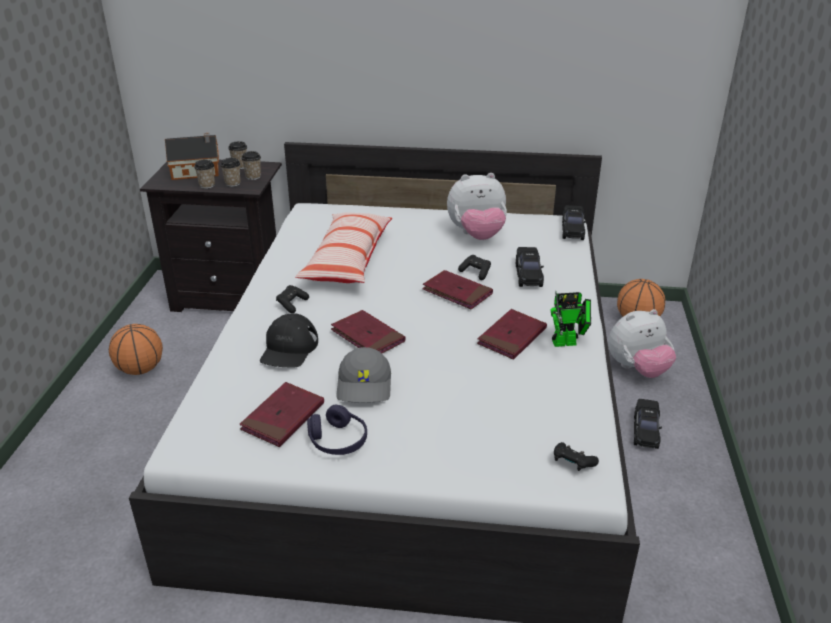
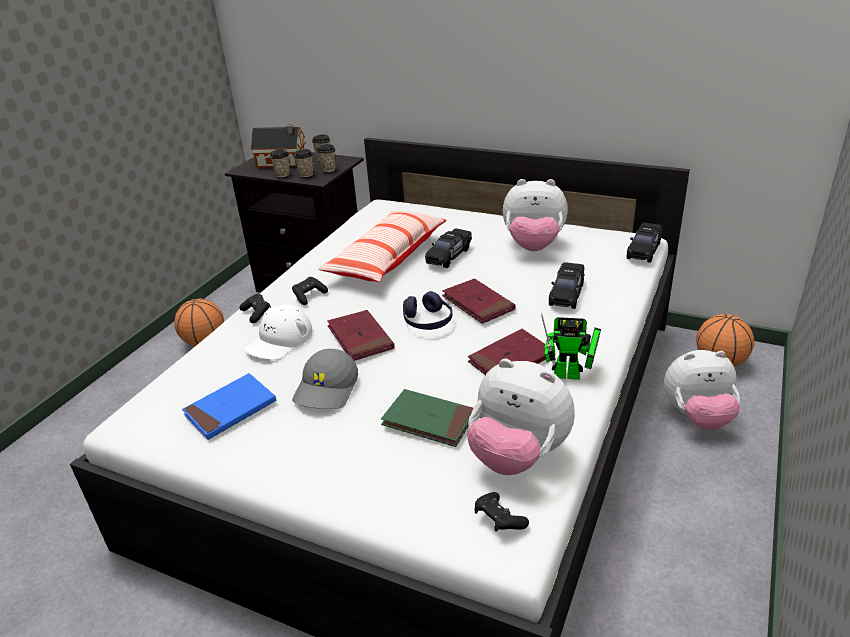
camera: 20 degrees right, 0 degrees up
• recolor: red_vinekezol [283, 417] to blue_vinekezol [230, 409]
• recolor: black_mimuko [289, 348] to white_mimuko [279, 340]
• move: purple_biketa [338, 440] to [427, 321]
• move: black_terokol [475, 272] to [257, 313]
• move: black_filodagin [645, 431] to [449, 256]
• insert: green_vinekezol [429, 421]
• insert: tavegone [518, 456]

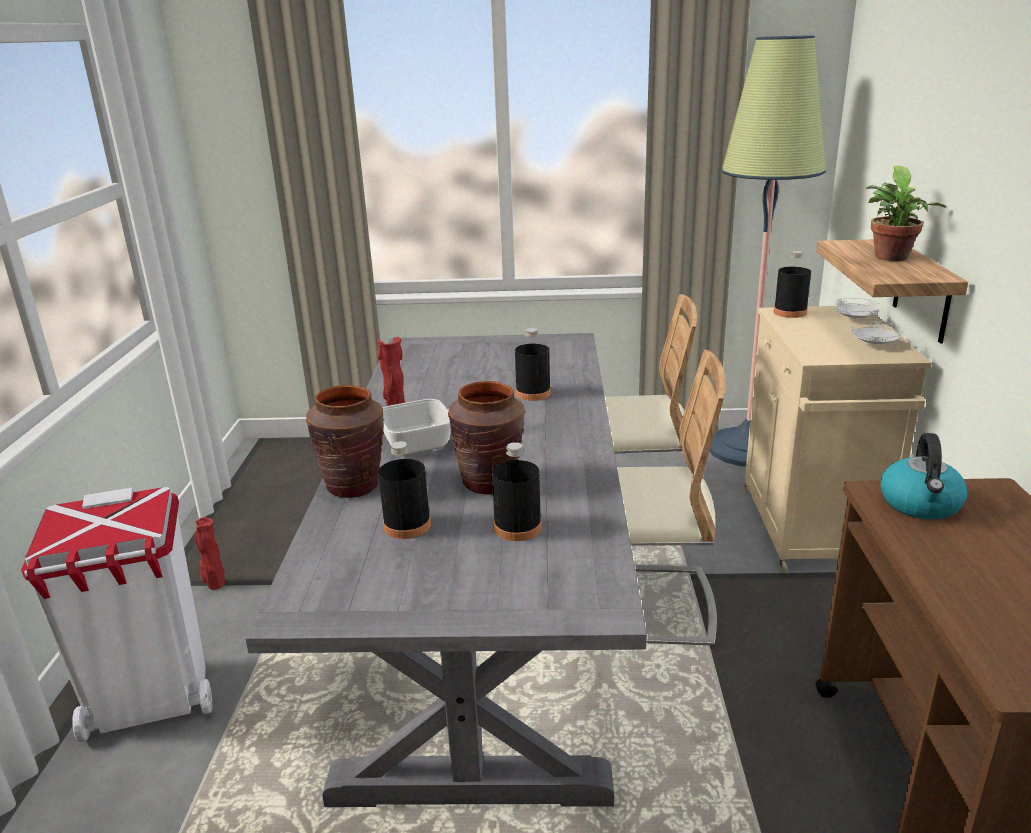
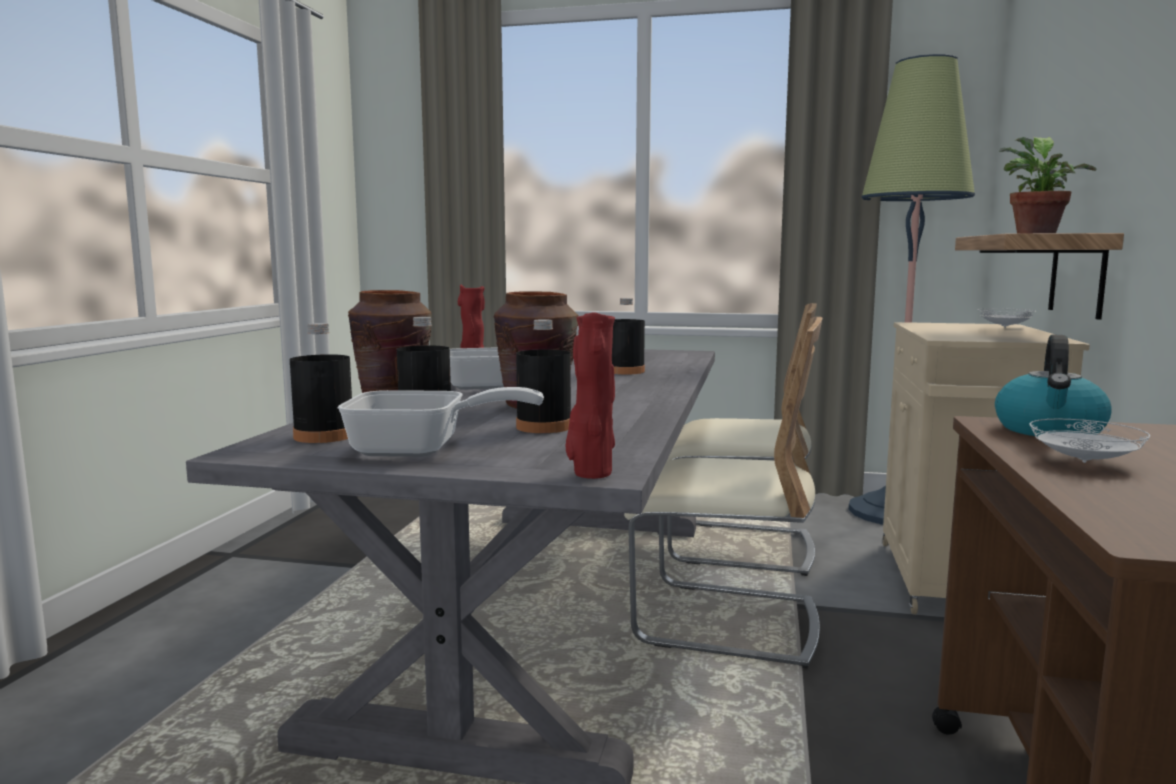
camera: 10 degrees right, 15 degrees down
• delete: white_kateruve [152, 700]
• move: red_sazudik [215, 585] to [590, 474]
• move: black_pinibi [790, 312] to [324, 436]
• move: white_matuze [874, 344] to [1085, 462]
• insert: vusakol [421, 450]

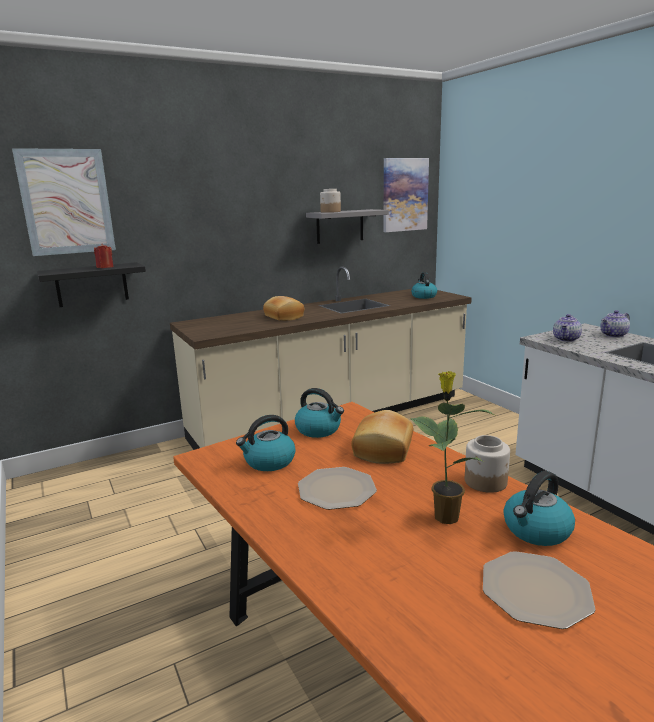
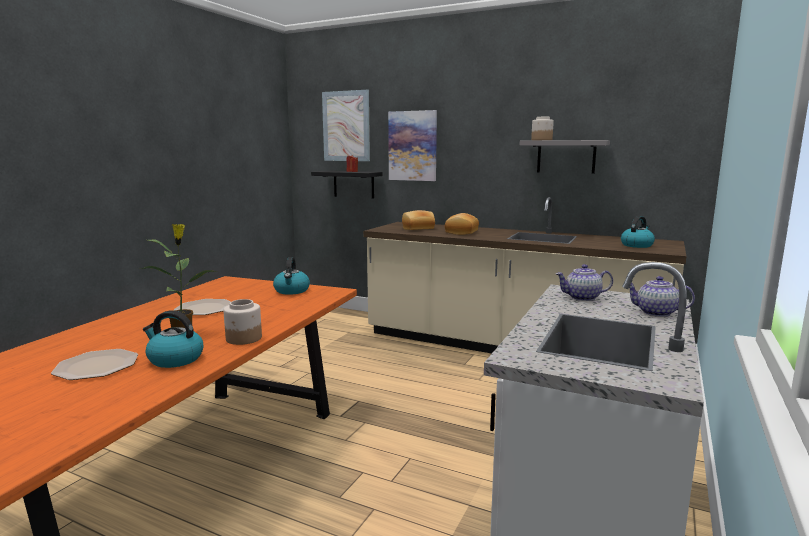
camera: 55 degrees right, 5 degrees down
• delete: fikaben [269, 462]
• move: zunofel [384, 450] to [418, 228]
• move: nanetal [404, 195] to [412, 146]

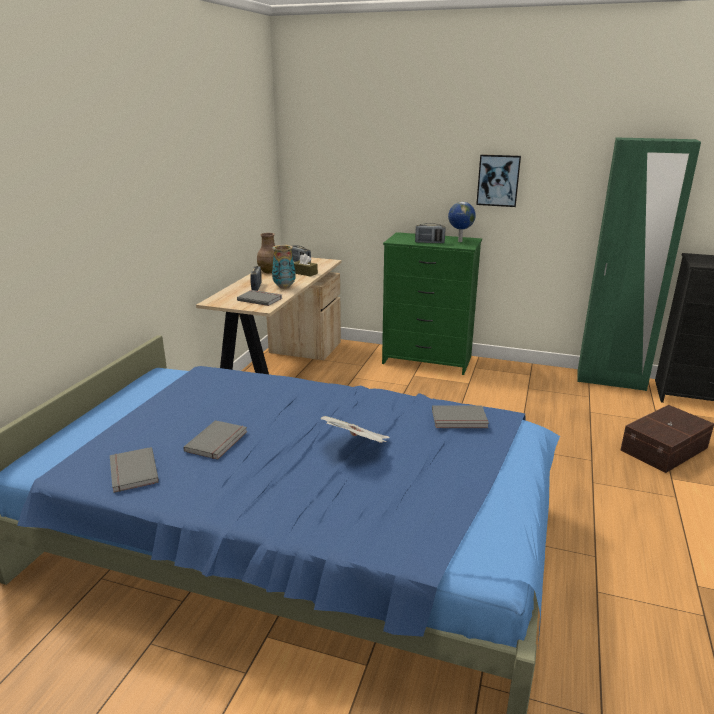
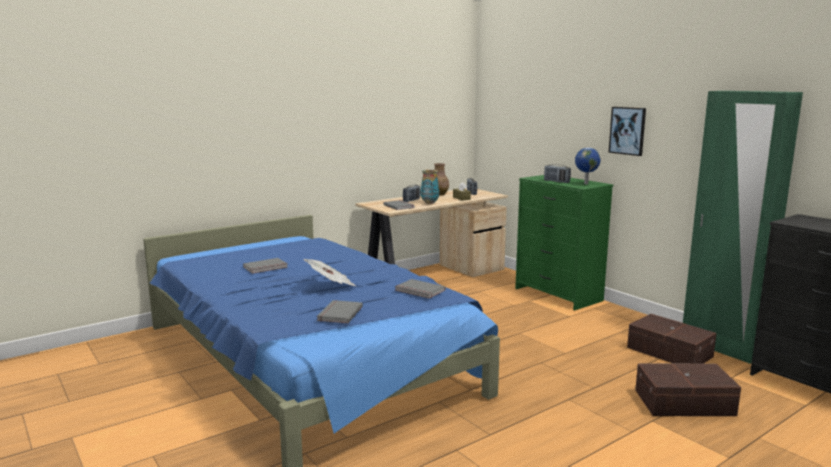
camera: 35 degrees right, 10 degrees down
• move: grey_vinekezol [131, 472] to [338, 313]
• insert: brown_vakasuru [669, 351]

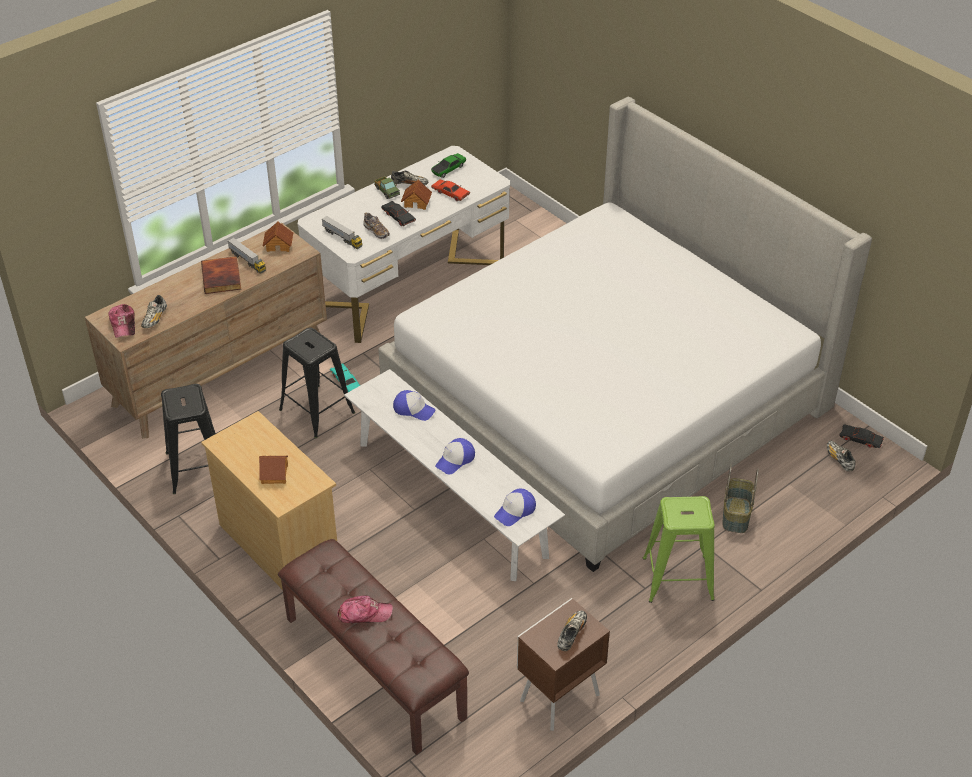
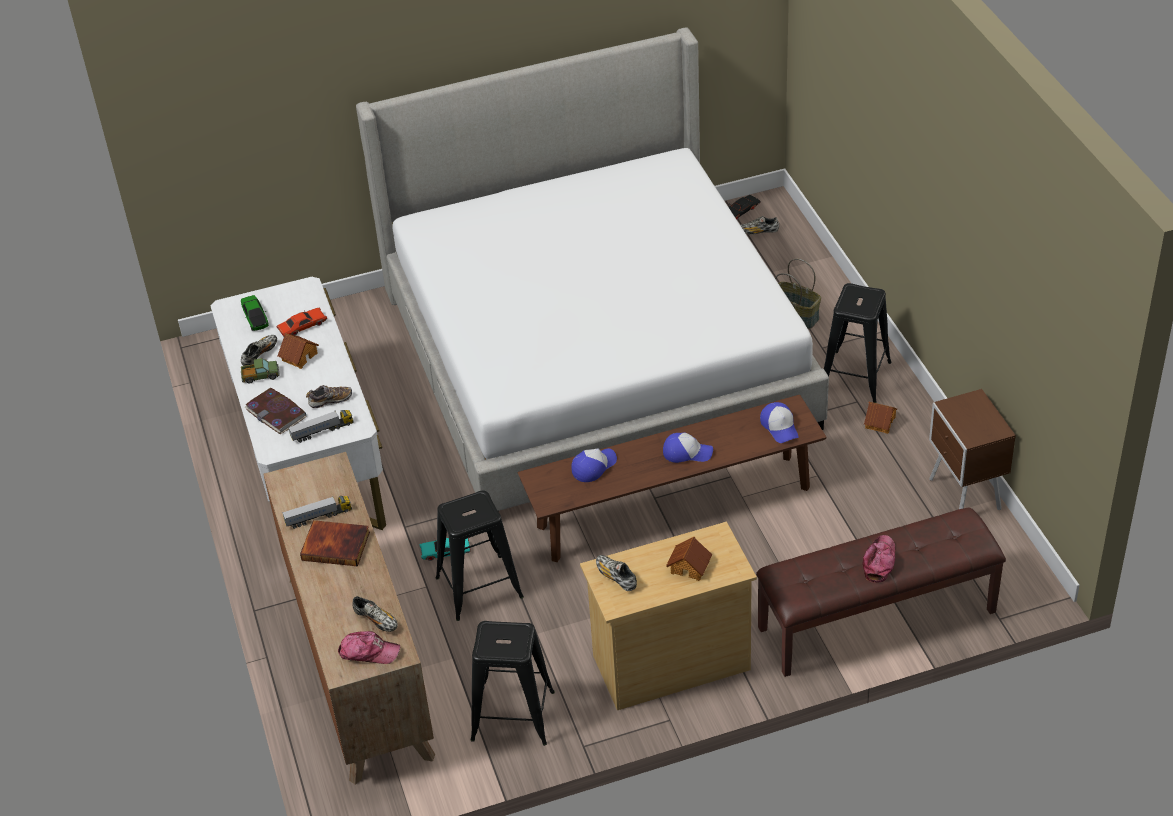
camera: 65 degrees left, 0 degrees up
• move: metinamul [279, 245] to [879, 422]
• recolor: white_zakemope [451, 498] to brown_zakemope [674, 507]
• delete: black_filodagin [398, 217]
• rotate: mimuko [455, 460] = [687, 452] 60 degrees counterclockwise
• move: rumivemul [571, 634] to [616, 577]
• recolor: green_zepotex [677, 578] to black_zepotex [855, 377]
• insert: vinekezol [276, 413]

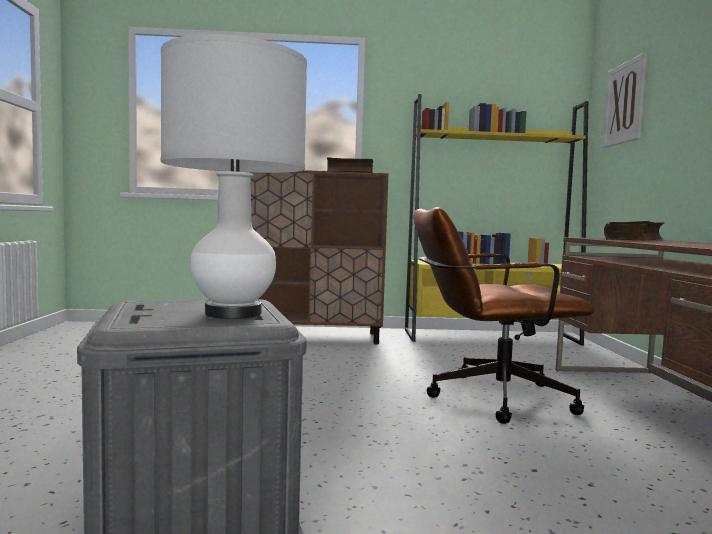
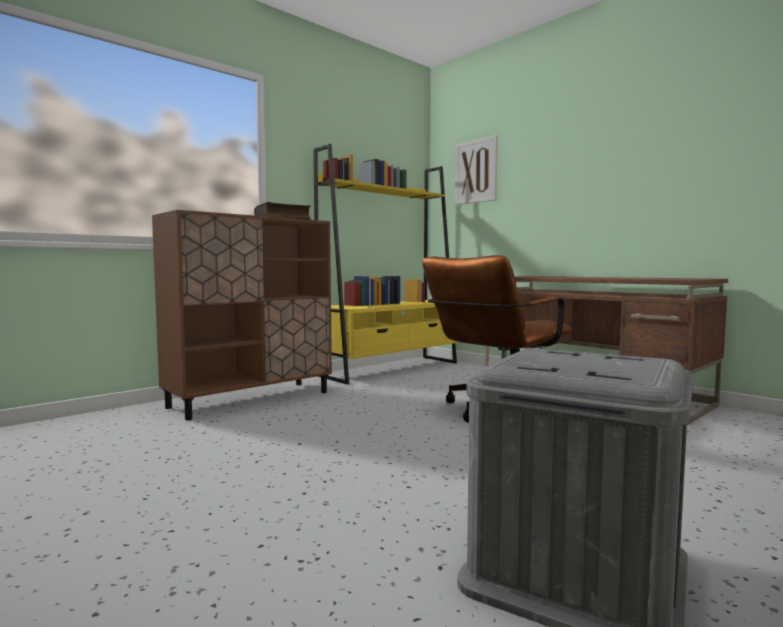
camera: 40 degrees left, 0 degrees up
• delete: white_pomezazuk [233, 313]
• delete: vinekezol [635, 240]

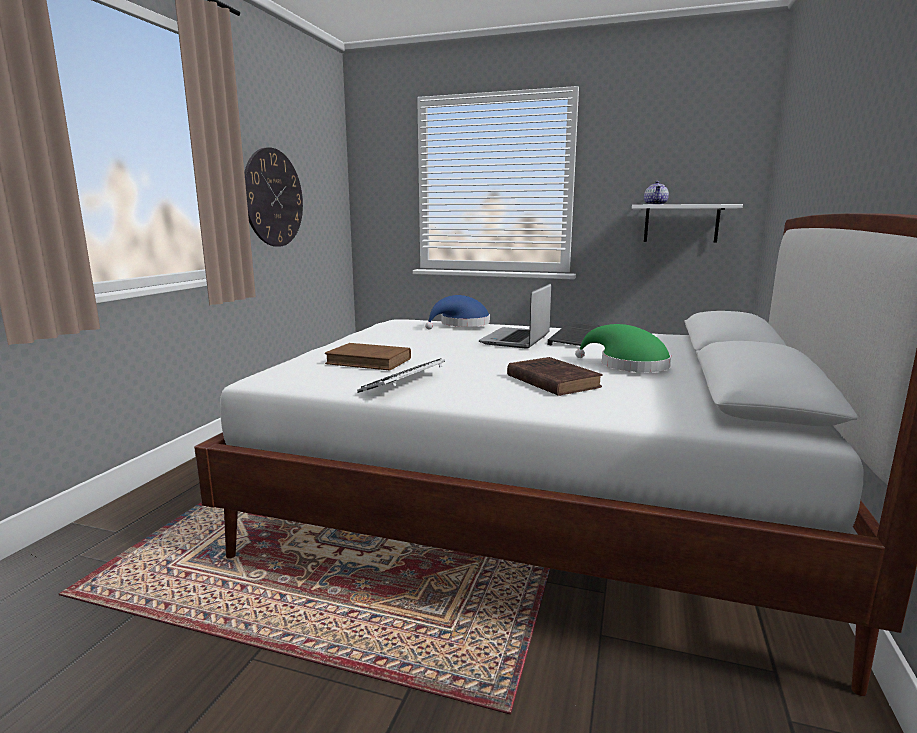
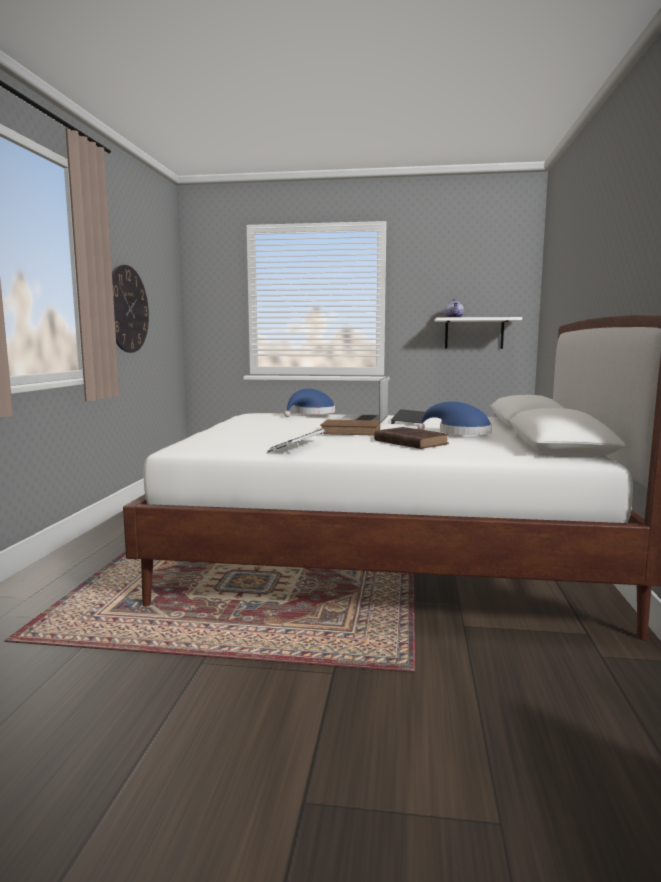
camera: 10 degrees left, 5 degrees down
• move: brown_vinekezol [371, 362] to [352, 432]
• recolor: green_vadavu [628, 365] to blue_vadavu [460, 433]

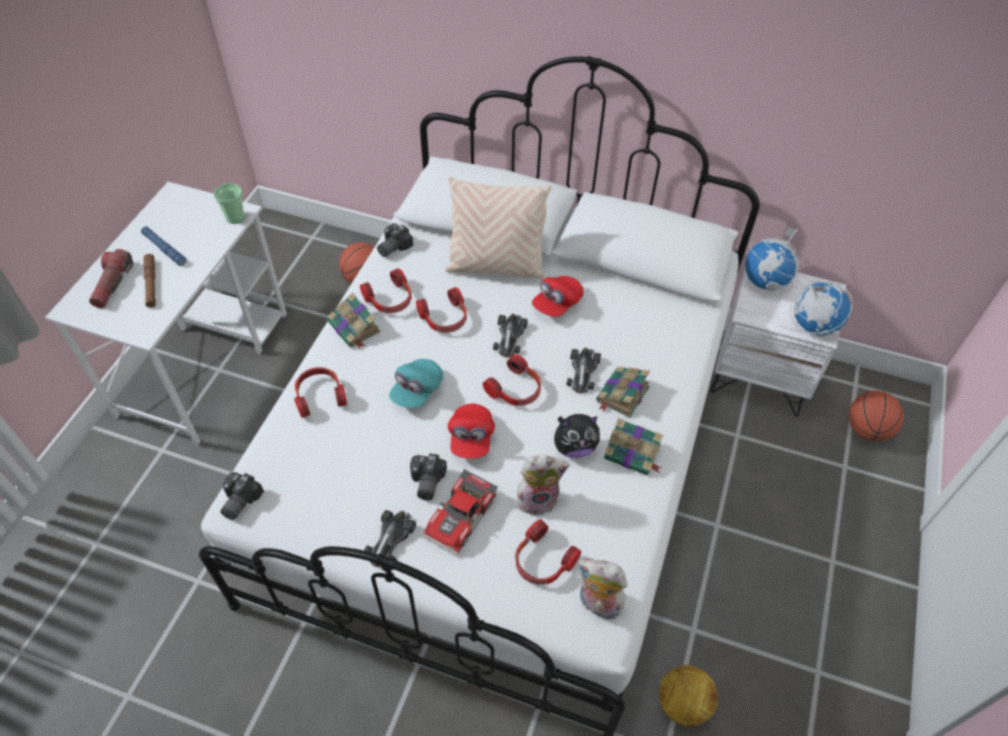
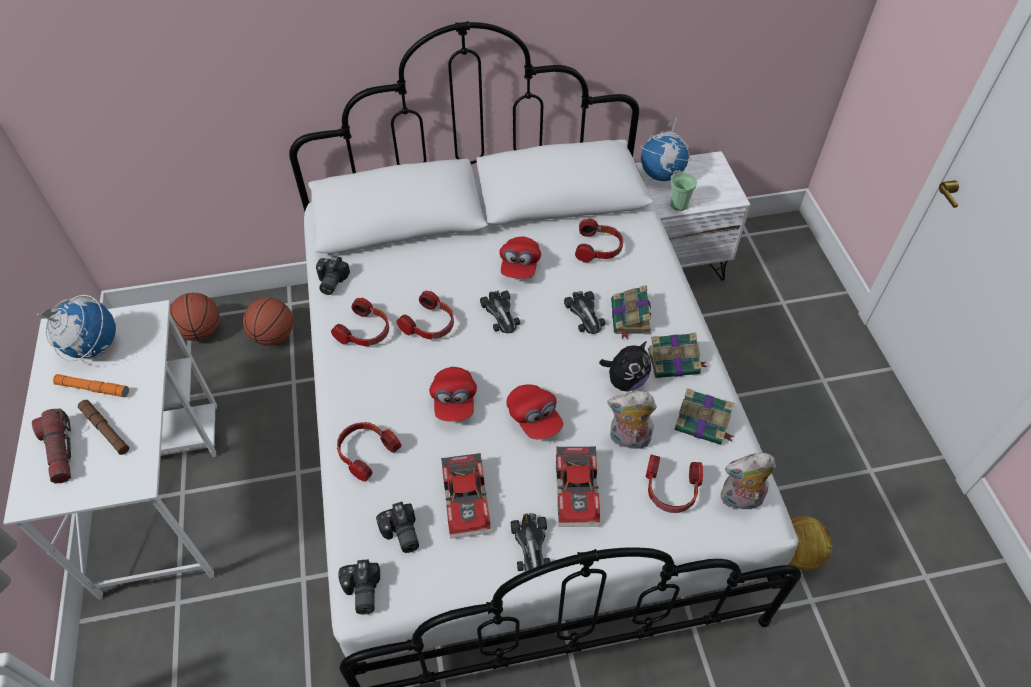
camera: 30 degrees left, 0 degrees up
• recolor: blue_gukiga [164, 249] to orange_gukiga [93, 388]
• move: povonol [235, 217] to [679, 204]
• move: vinekezol [354, 328] to [703, 423]
• recolor: turquoise_mimuko [417, 391] to red_mimuko [454, 402]
• move: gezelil [425, 482] to [400, 535]
• delete: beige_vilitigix [496, 266]
• move: biketa [516, 390] to [599, 248]
• rotate: tavegone [538, 498] = [628, 440] 135 degrees counterclockwise
• move: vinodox [812, 326] to [93, 347]
• move: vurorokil [866, 429] to [201, 331]
• insert: filodagin [468, 500]

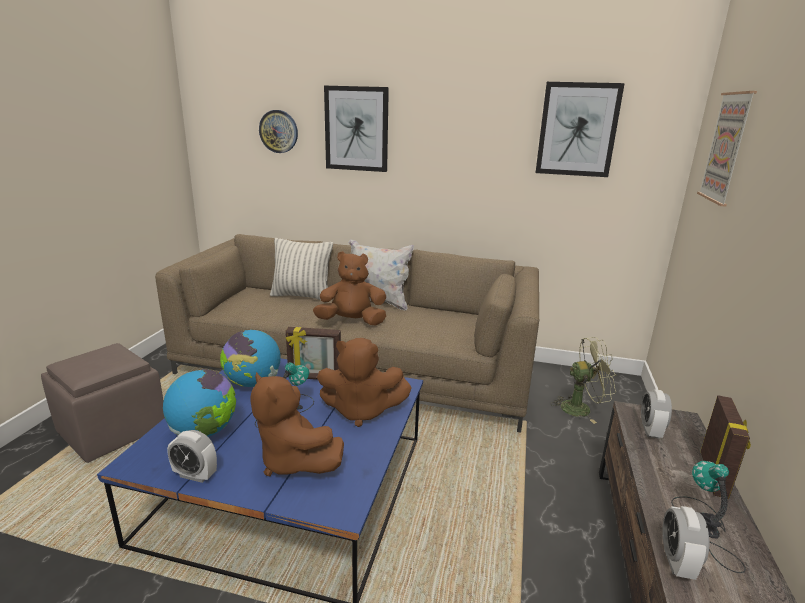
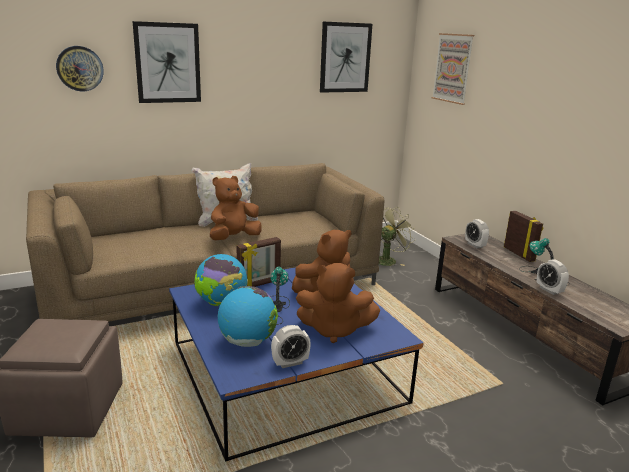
camera: 40 degrees left, 0 degrees up
• delete: vilitigix [302, 296]

